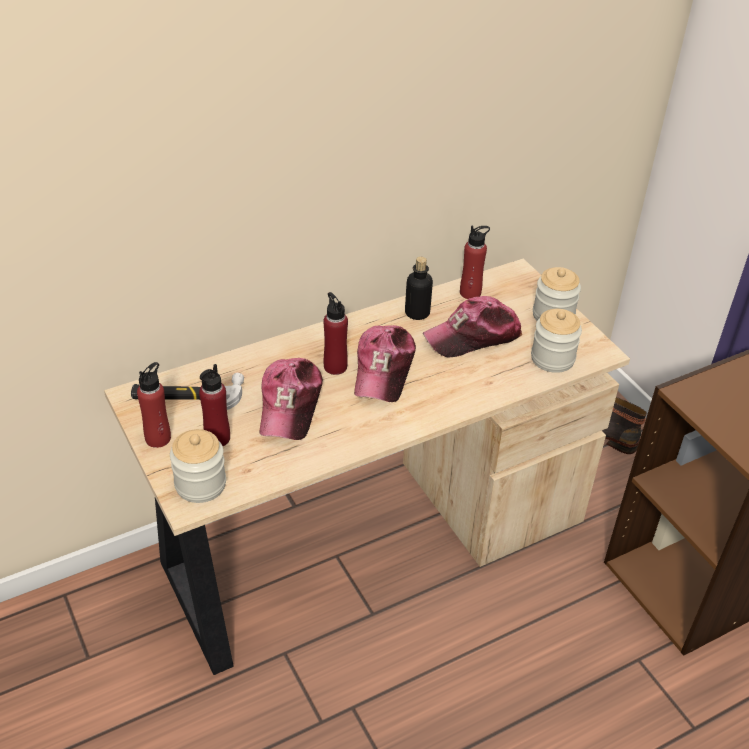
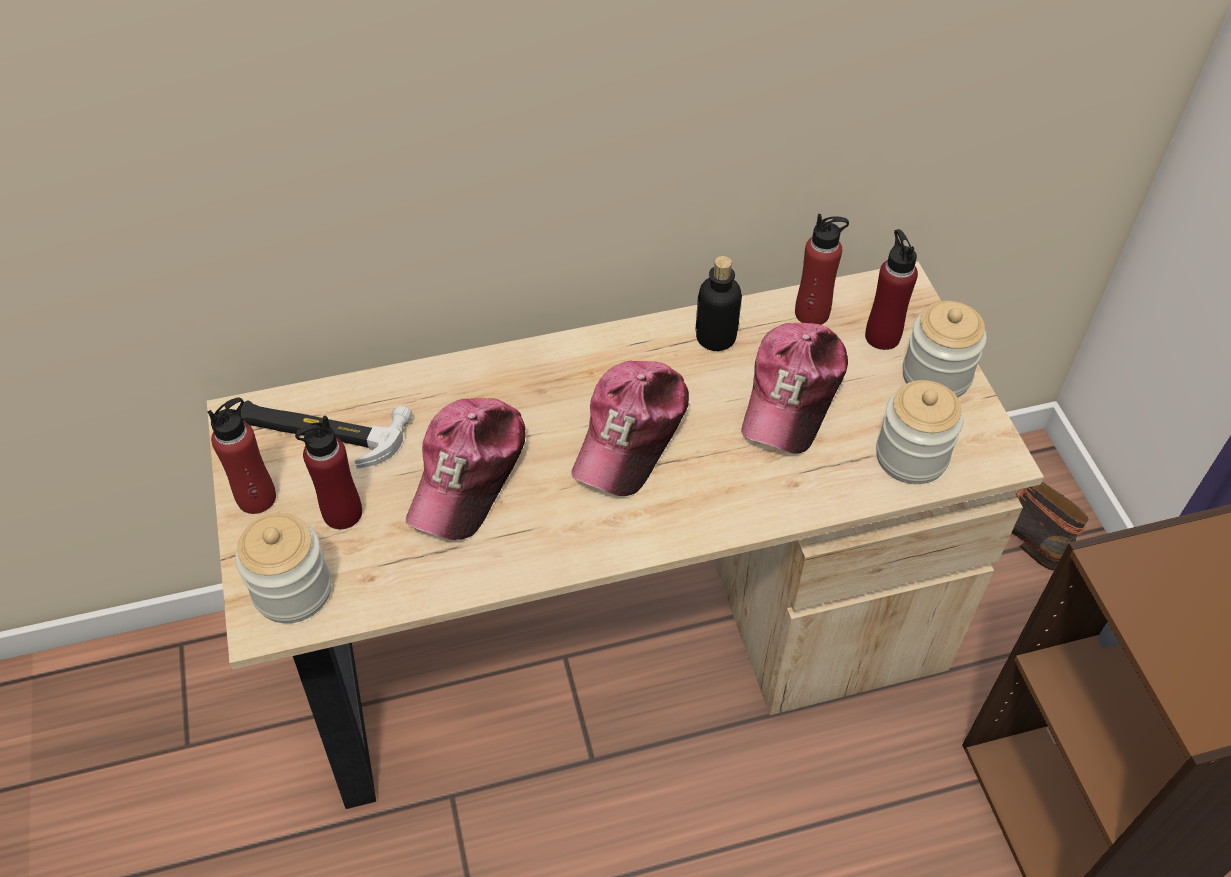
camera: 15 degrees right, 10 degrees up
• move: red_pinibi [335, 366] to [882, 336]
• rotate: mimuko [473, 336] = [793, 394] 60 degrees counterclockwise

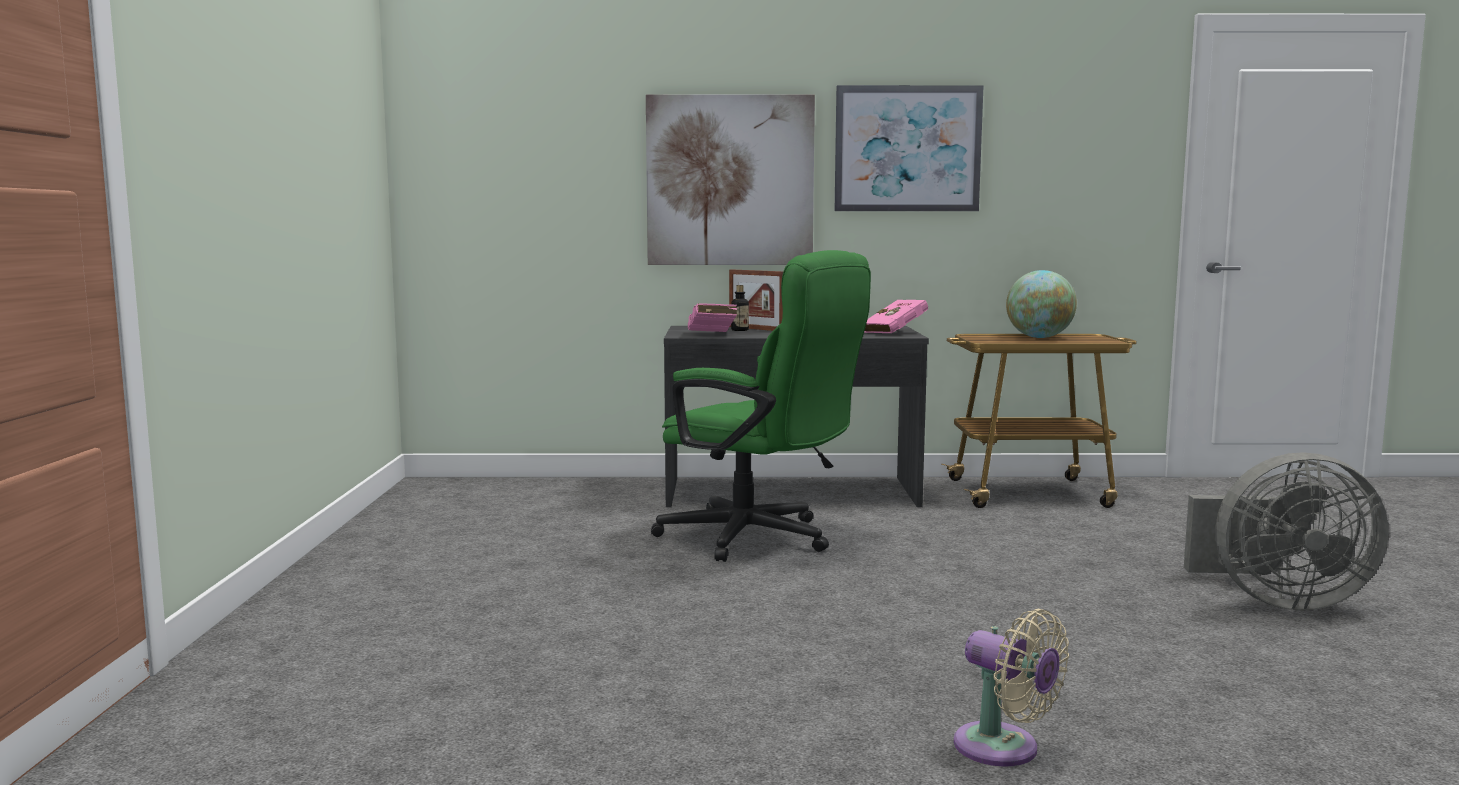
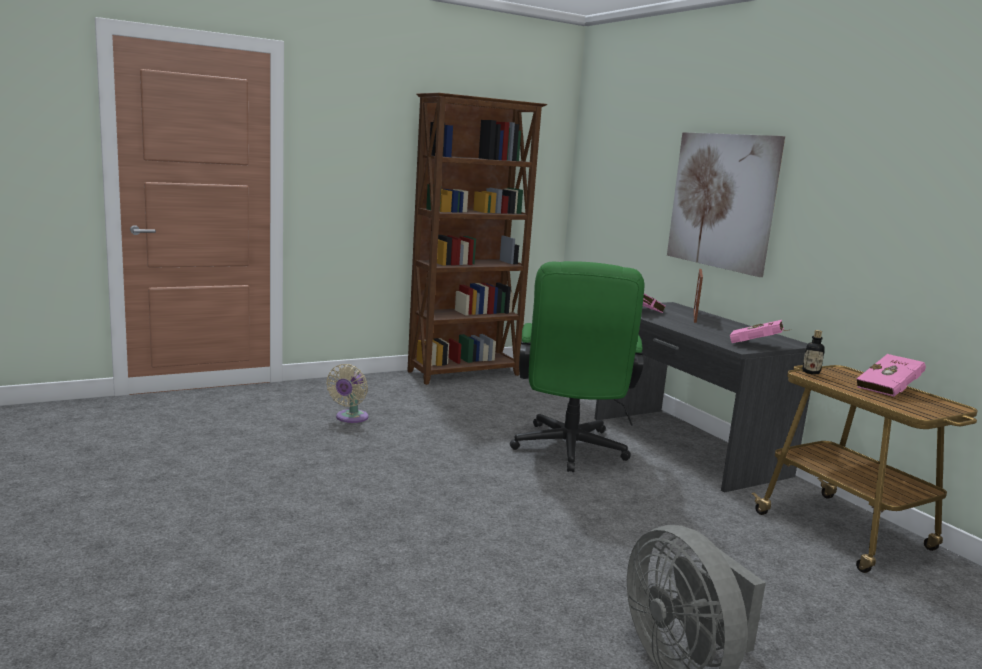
camera: 60 degrees right, 5 degrees up
• move: pinibi [739, 330] to [811, 372]
• delete: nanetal [907, 149]
• move: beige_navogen [1004, 749] to [350, 418]
• replace: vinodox [1039, 337] to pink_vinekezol [890, 390]
• insert: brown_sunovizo [465, 373]

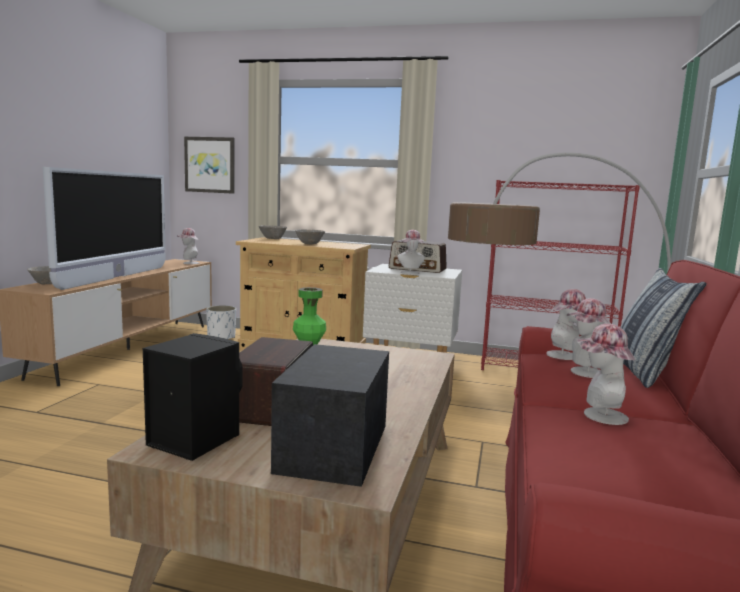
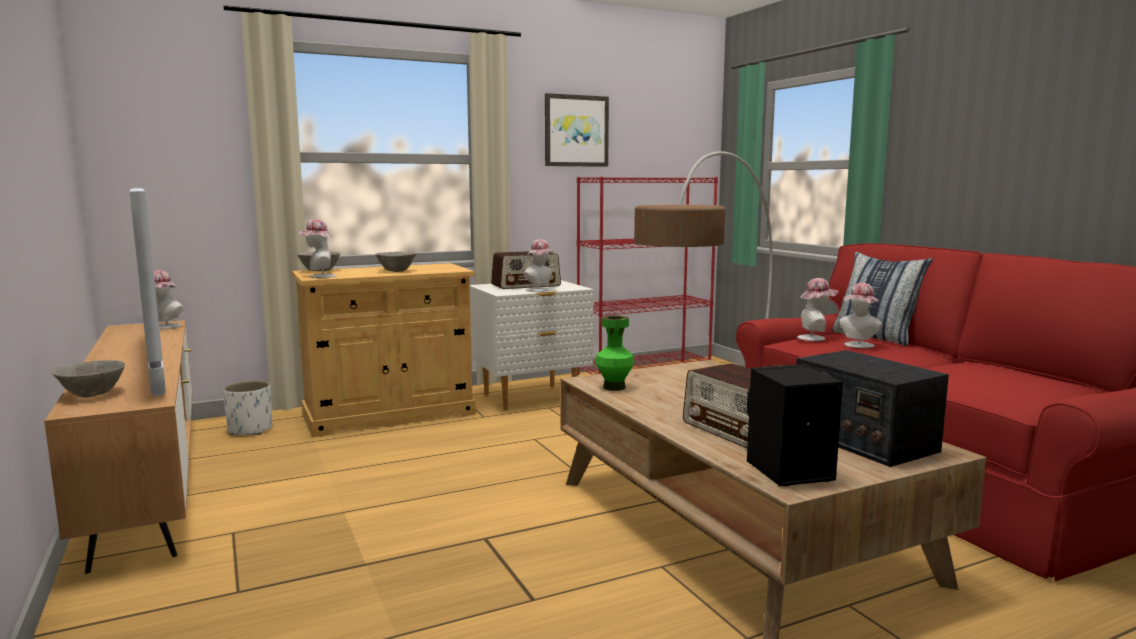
camera: 40 degrees left, 0 degrees up
• move: nanetal [210, 165] to [576, 131]
• move: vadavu [599, 415] to [319, 276]

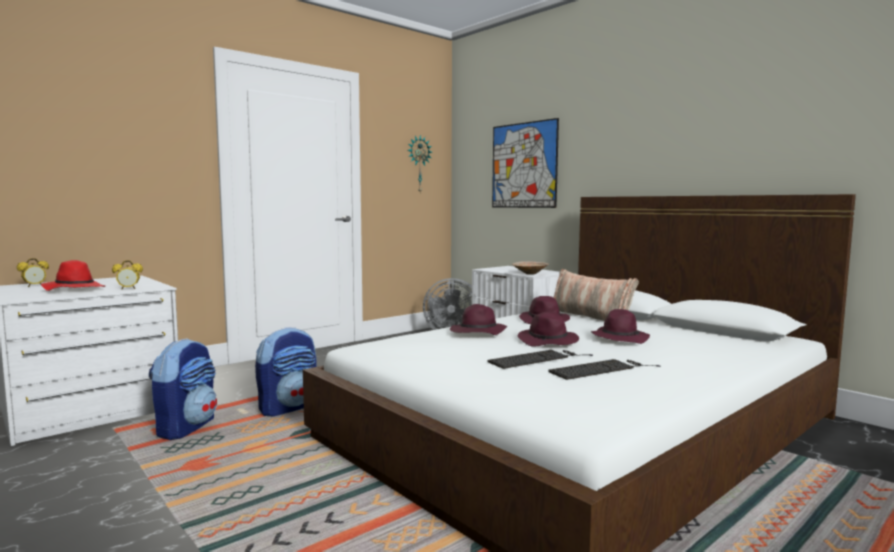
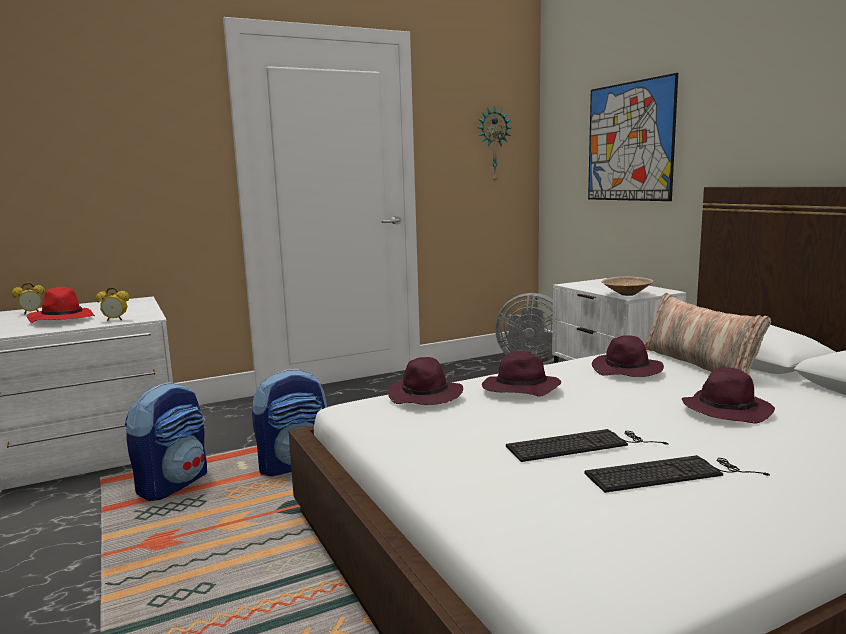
camera: 15 degrees right, 5 degrees up
• move: purple_vadavu [548, 341] to [426, 396]

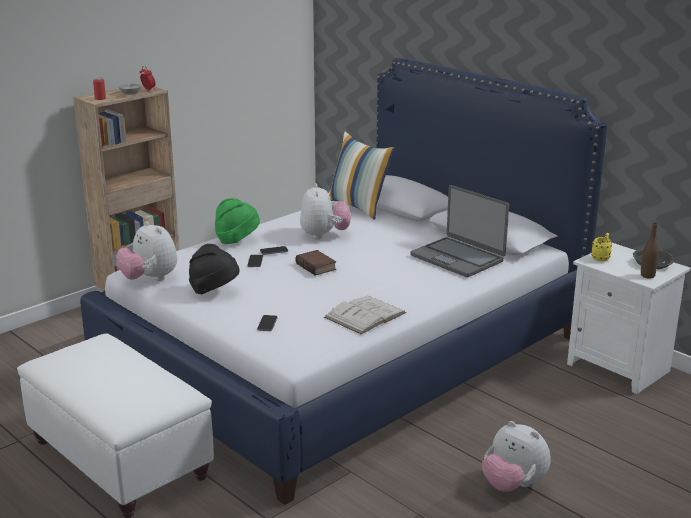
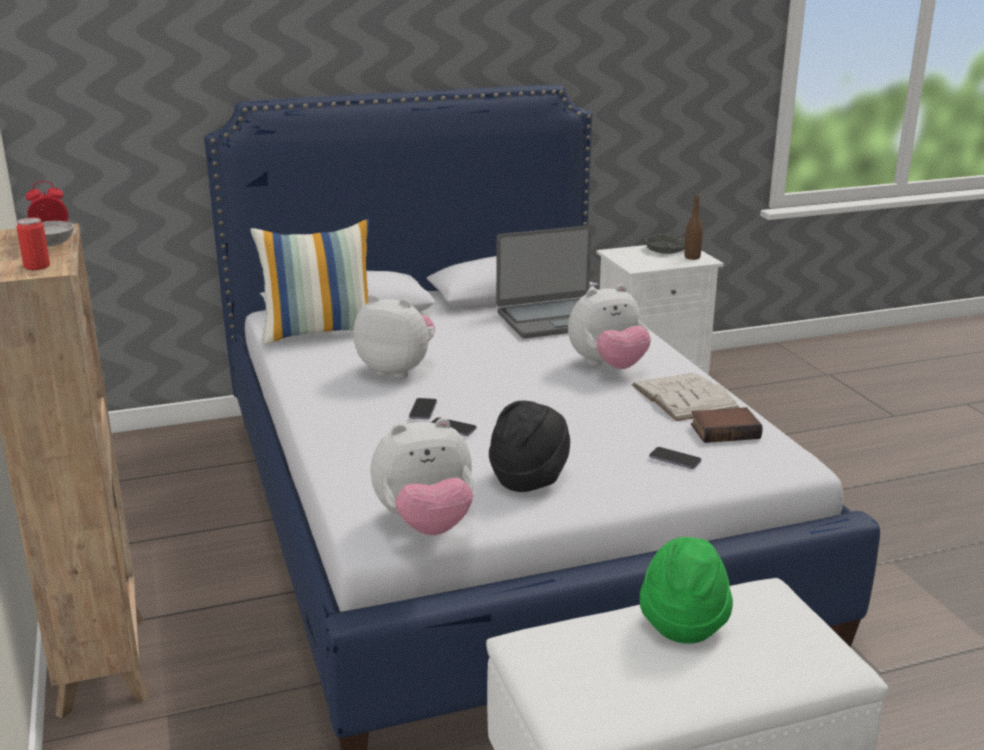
camera: 65 degrees left, 0 degrees up
• move: green_vadavu [237, 240] to [683, 621]
• move: vinekezol [317, 266] to [725, 430]
• move: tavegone [513, 485] to [608, 366]
• delete: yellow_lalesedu [601, 258]

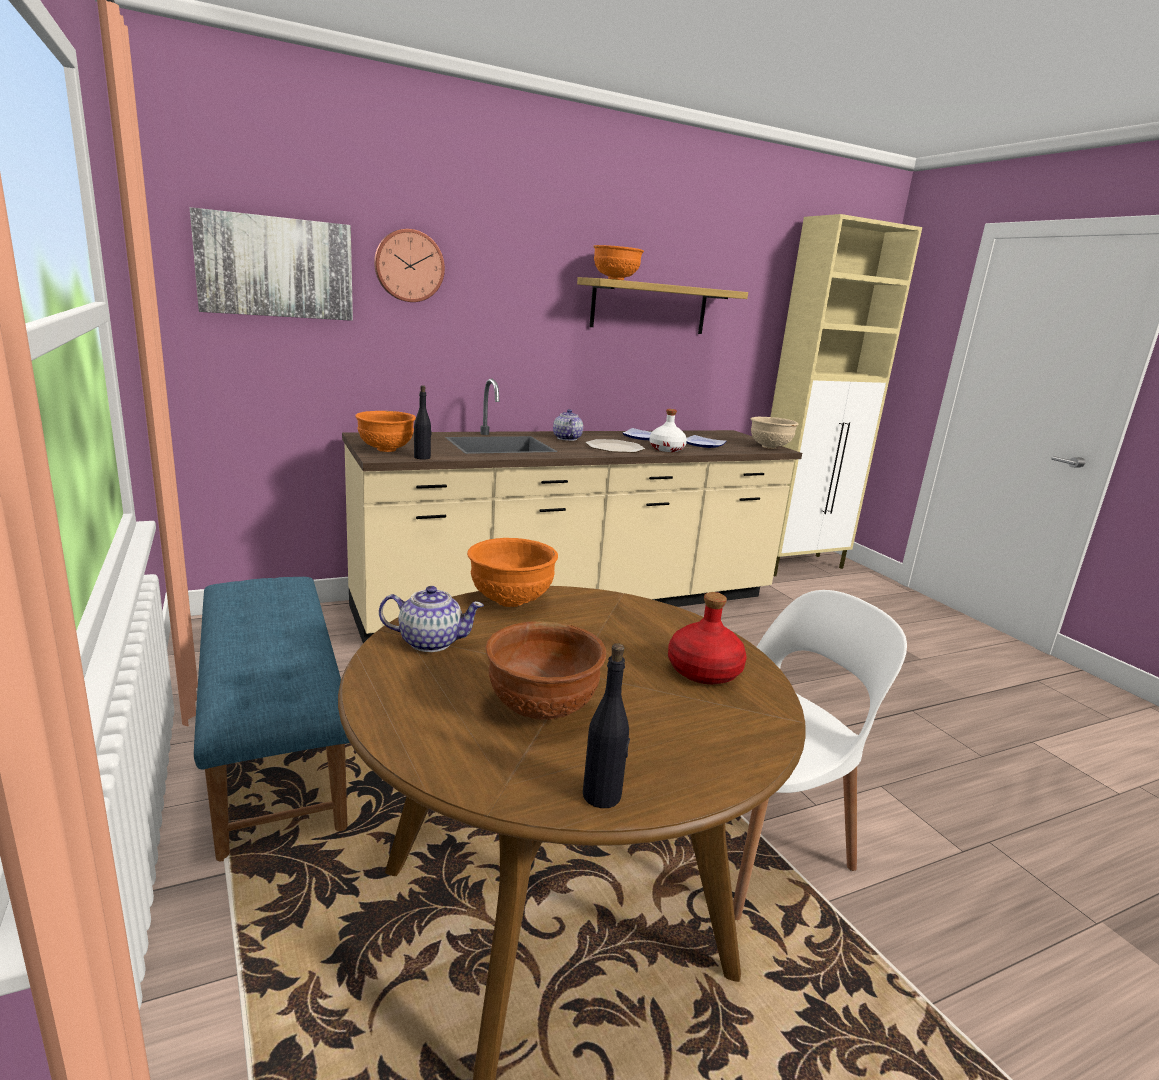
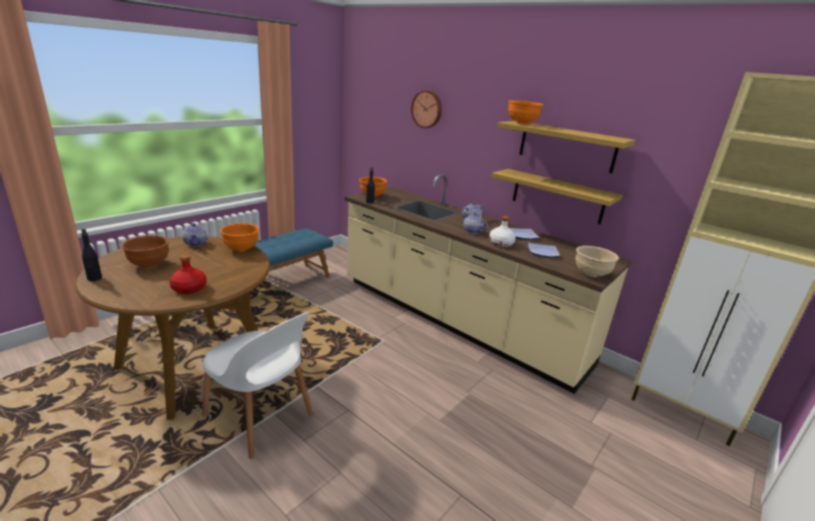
camera: 65 degrees right, 5 degrees up
• delete: nanetal [275, 267]
• replace: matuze [615, 448] to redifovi [472, 231]
• insert: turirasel [557, 196]

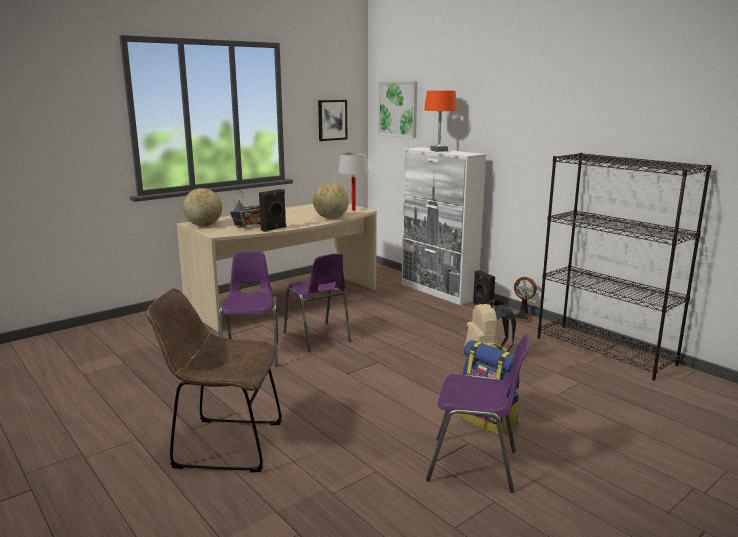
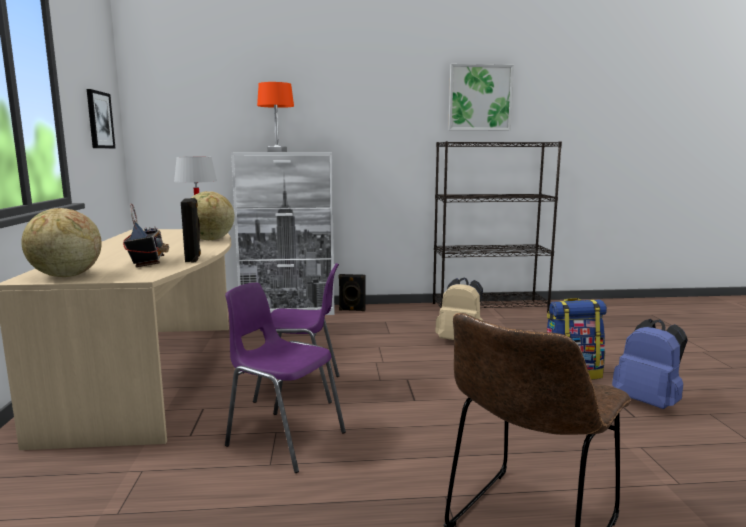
camera: 55 degrees left, 5 degrees down
• move: nanetal [398, 109] to [480, 98]
• replace: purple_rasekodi [475, 466] to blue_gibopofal [648, 402]
• delete: navogen [522, 317]

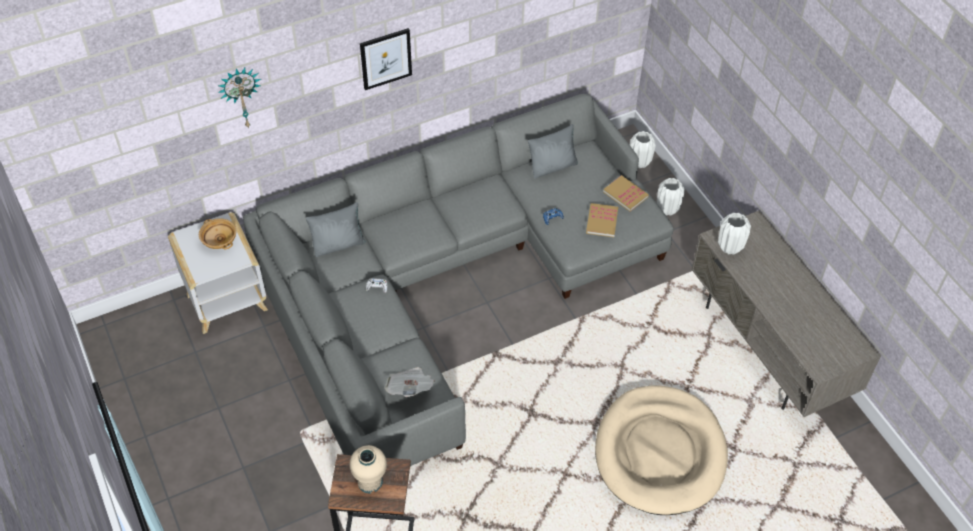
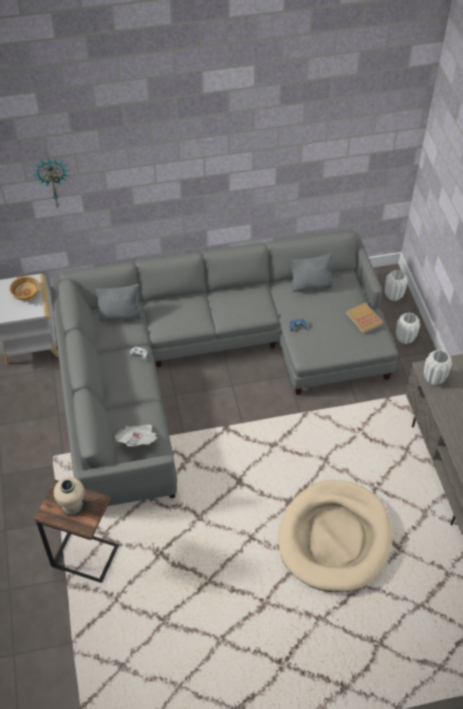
camera: 15 degrees right, 0 degrees up
• delete: nanetal [386, 58]
• delete: vinekezol [602, 221]

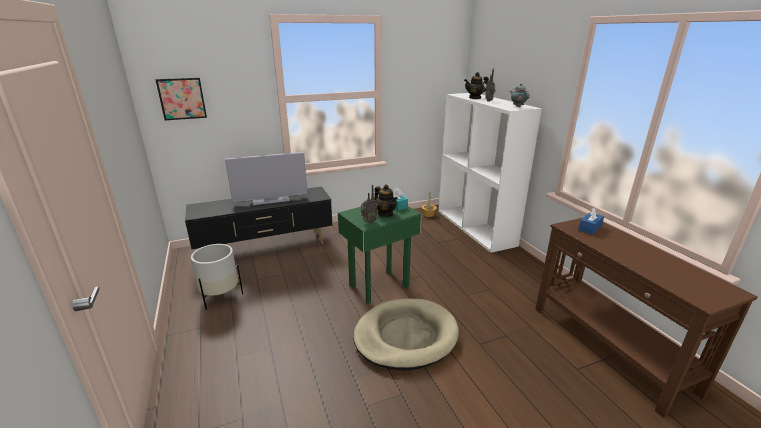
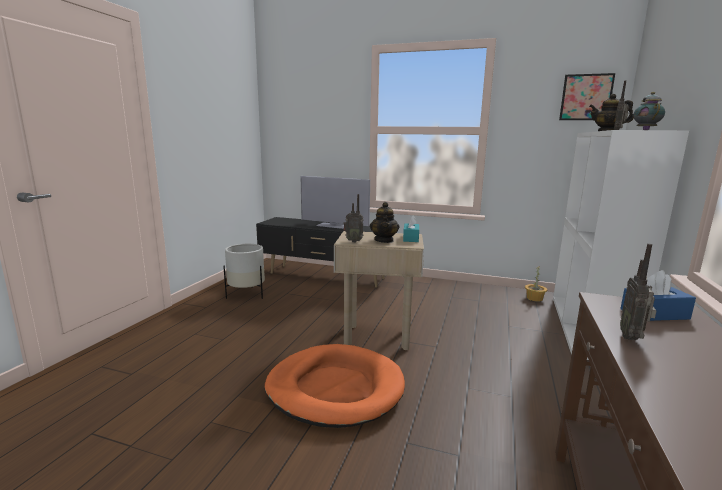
camera: 40 degrees right, 10 degrees down
• move: nanetal [182, 99] to [586, 97]
• recolor: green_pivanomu [379, 286] to beige_pivanomu [377, 337]
• recolor: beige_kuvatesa [405, 336] to orange_kuvatesa [335, 388]
• insert: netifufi [632, 337]

